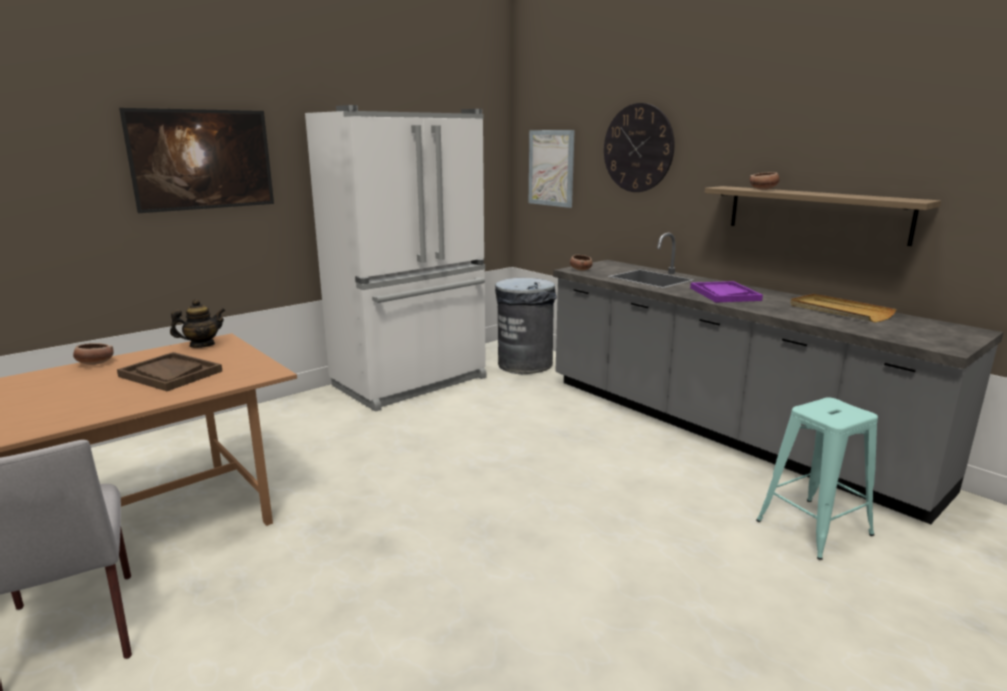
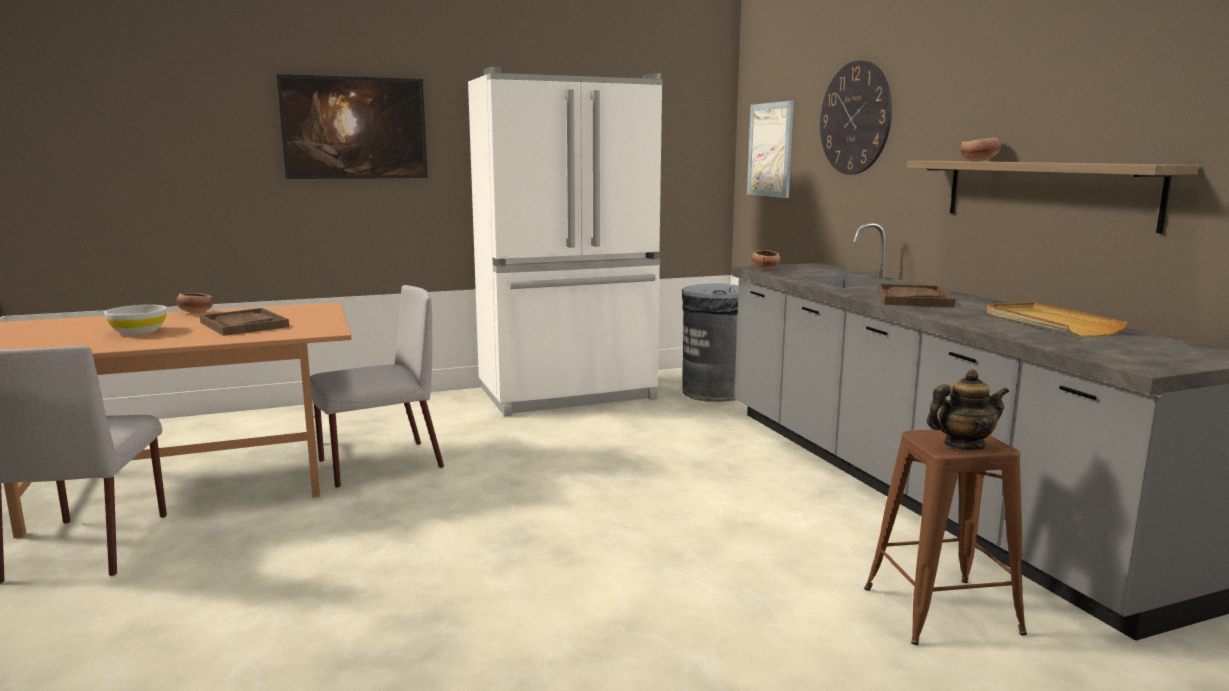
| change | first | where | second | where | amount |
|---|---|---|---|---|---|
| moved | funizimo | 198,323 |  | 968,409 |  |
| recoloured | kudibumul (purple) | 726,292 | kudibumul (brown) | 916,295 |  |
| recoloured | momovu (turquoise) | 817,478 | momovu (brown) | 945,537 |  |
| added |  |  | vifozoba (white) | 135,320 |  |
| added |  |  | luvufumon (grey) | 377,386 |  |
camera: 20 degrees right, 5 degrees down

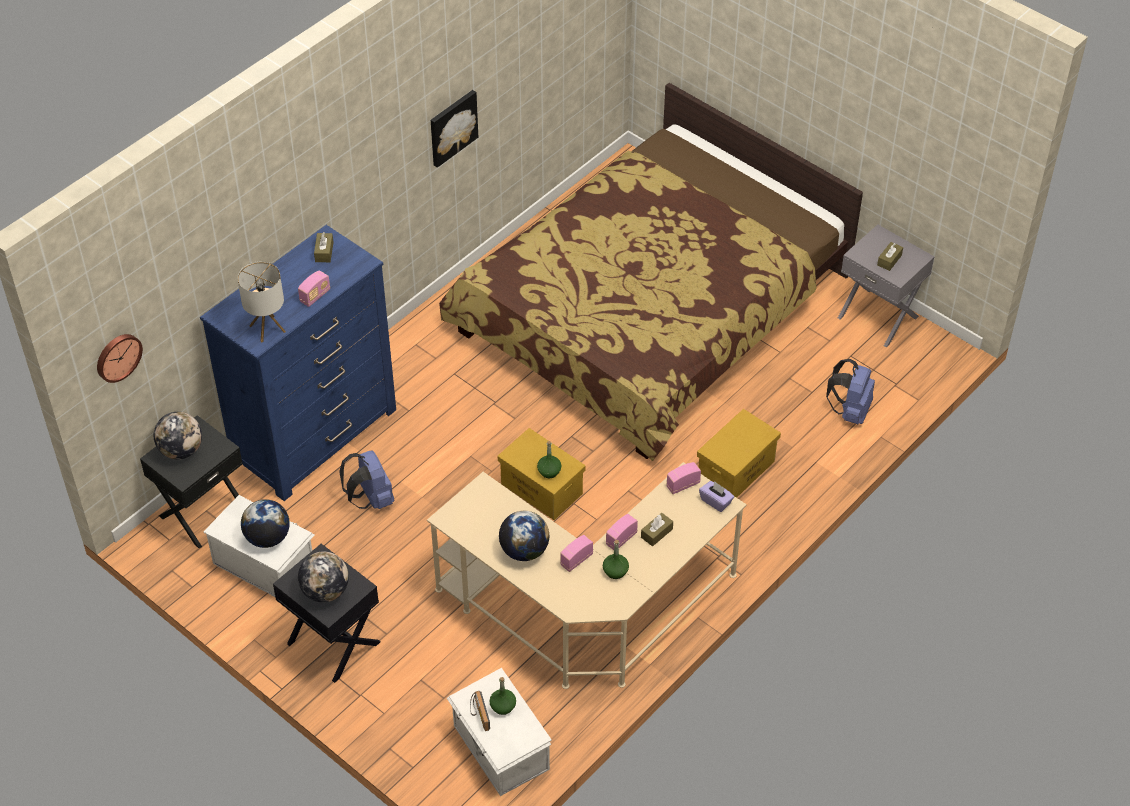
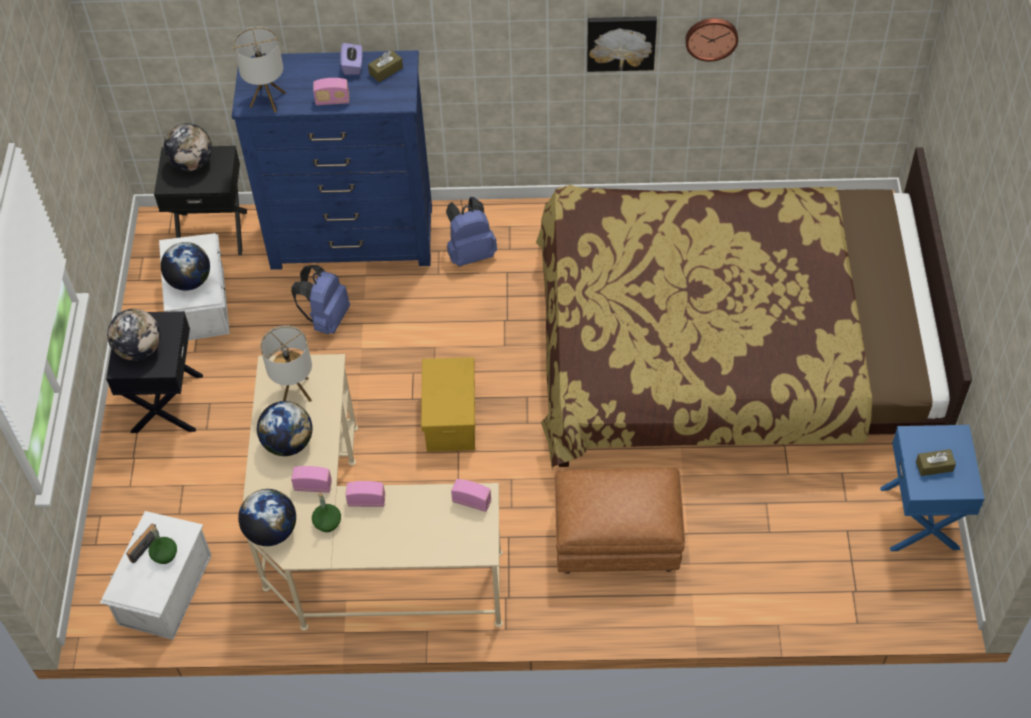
| change | first | where | second | where | amount |
|---|---|---|---|---|---|
| moved | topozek | 120,358 |  | 711,40 |  |
| removed | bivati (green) | 549,459 |  |  |  |
| removed | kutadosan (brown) | 657,529 |  |  |  |
| replaced | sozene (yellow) | 739,453 | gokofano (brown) | 620,520 |  |
| moved | kutadosan (purple) | 716,496 |  | 351,59 |  |
| moved | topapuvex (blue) | 850,391 |  | 471,231 |  |
| recoloured | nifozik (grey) | 886,285 | nifozik (blue) | 932,488 |  |
| added |  |  | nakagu | 267,517 |  |
| added |  |  | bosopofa | 286,363 |  |
camera: 50 degrees right, 5 degrees up

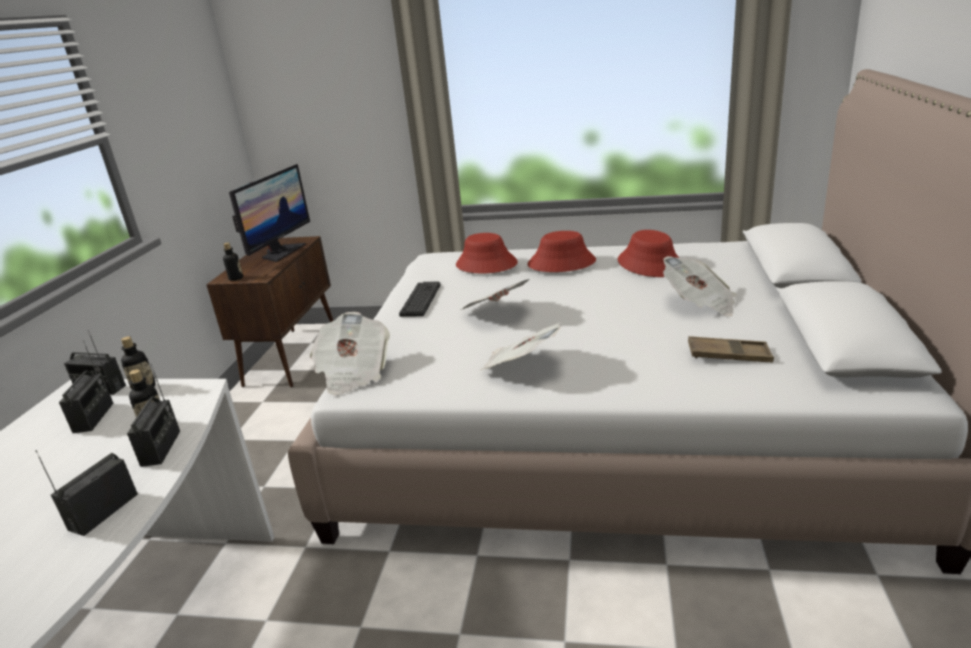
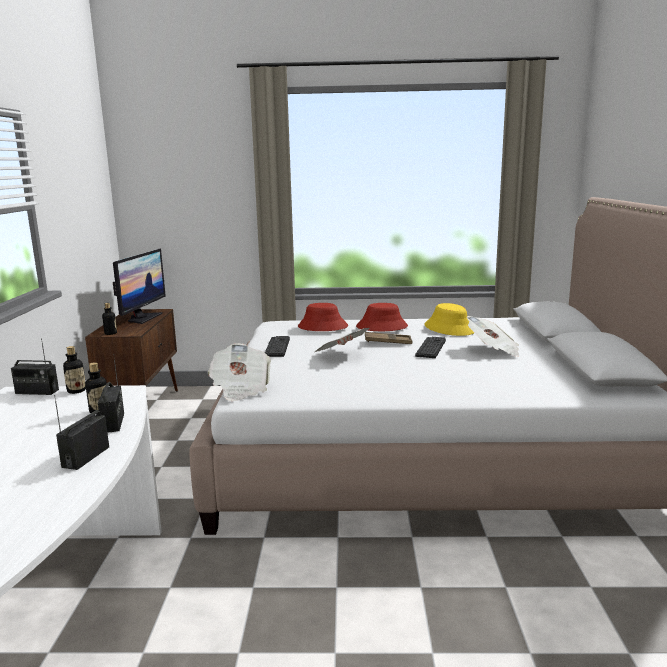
| change | first | where | second | where | amount |
|---|---|---|---|---|---|
| removed | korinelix | 86,386 |  |  |  |
| removed | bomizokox | 520,346 |  |  |  |
| recoloured | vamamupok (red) | 648,253 | vamamupok (yellow) | 449,319 |  |
| moved | kudibumul (brown) | 731,349 |  | 389,338 |  |
| added |  |  | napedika | 430,347 |  |
camera: 10 degrees left, 10 degrees down

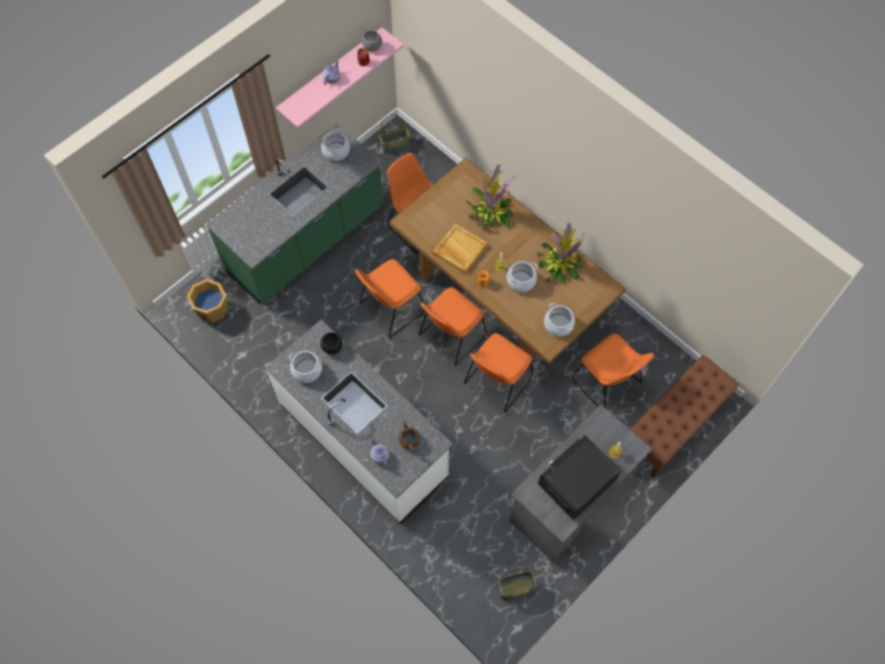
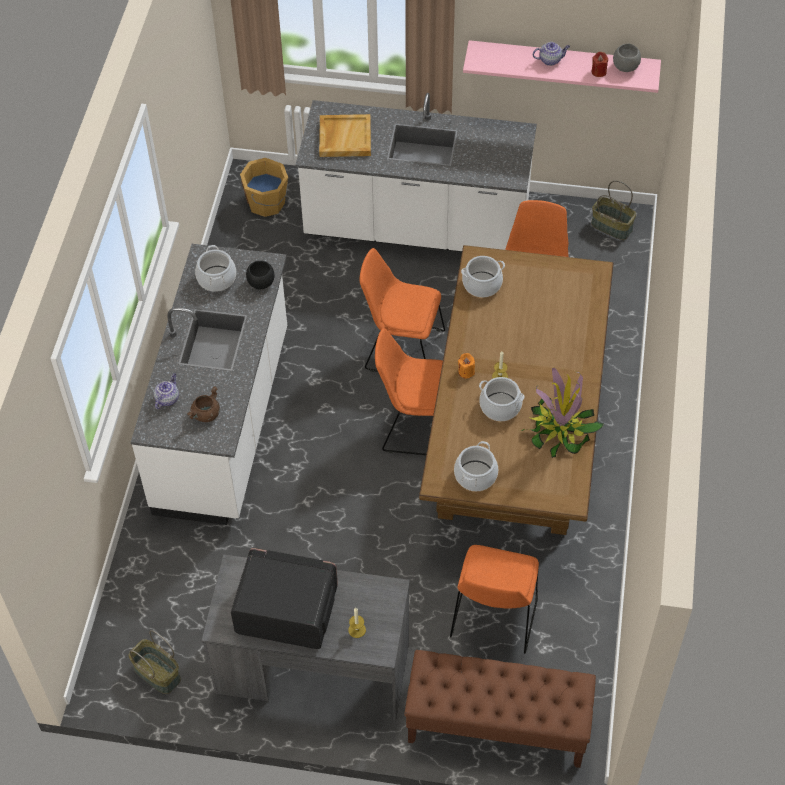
| change | first | where | second | where | amount |
|---|---|---|---|---|---|
| recoloured | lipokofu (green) | 294,213 | lipokofu (white) | 416,172 |  |
| moved | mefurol | 335,144 |  | 483,276 |  |
| moved | kudibumul (beige) | 460,249 |  | 345,135 |  |
| removed | luvufumon (orange) | 498,373 |  |  |  |
| removed | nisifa | 490,196 |  |  |  |
camera: 55 degrees right, 10 degrees down

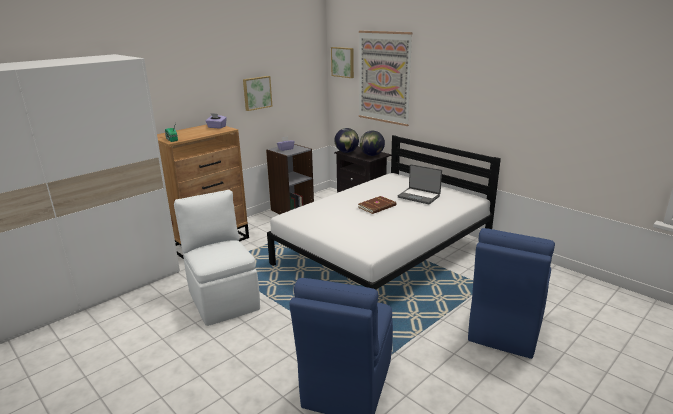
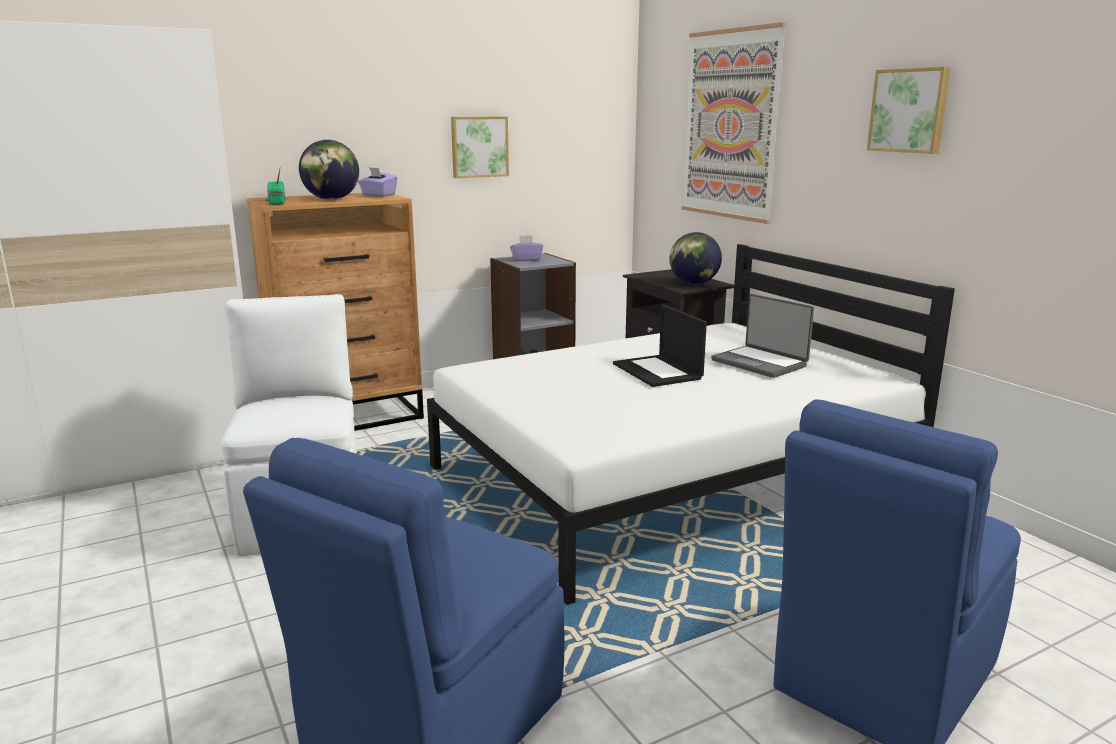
| change | first | where | second | where | amount |
|---|---|---|---|---|---|
| moved | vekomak | 342,62 |  | 909,110 |  |
| moved | nakagu | 346,140 |  | 329,170 |  |
| replaced | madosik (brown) | 377,205 | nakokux | 660,345 |  |
camera: 15 degrees right, 5 degrees down

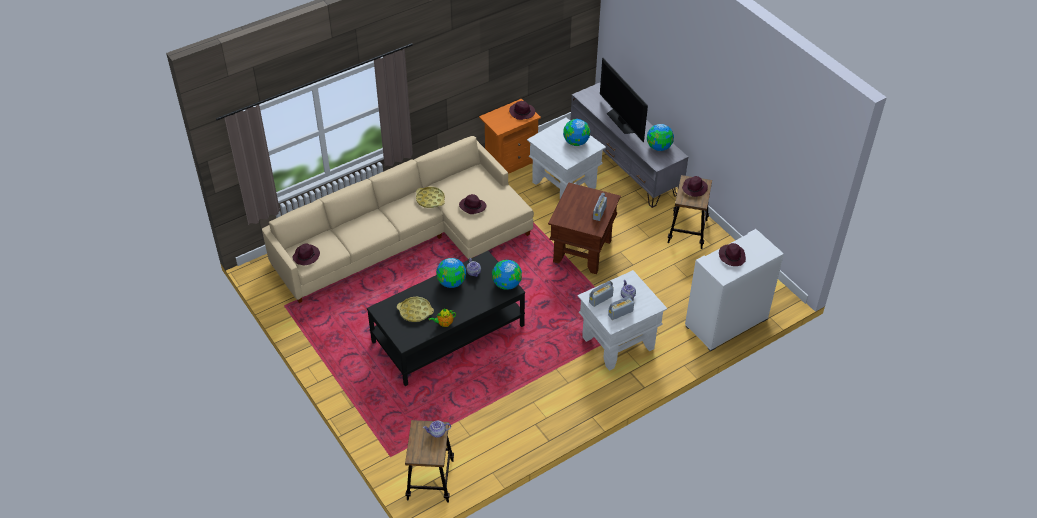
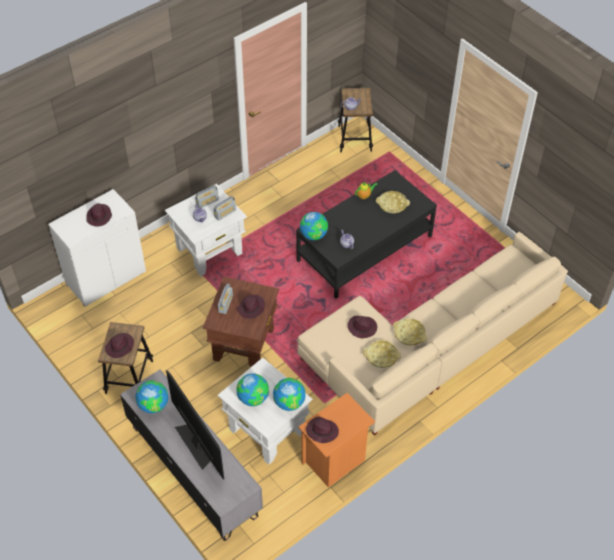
| change | first | where | second | where | amount |
|---|---|---|---|---|---|
| moved | vamamupok (purple) | 306,254 |  | 251,307 |  |
| moved | nakagu | 451,273 |  | 289,394 |  |
| added |  |  | kudibumul (yellow) | 382,354 |  |
camera: 175 degrees right, 5 degrees up

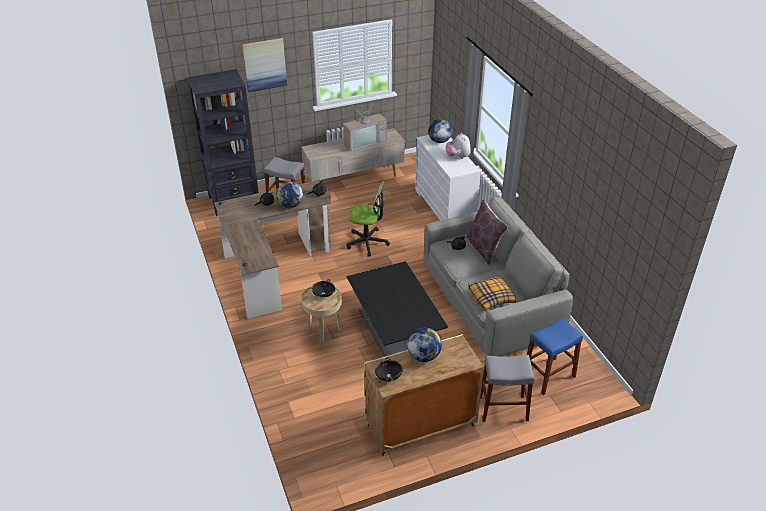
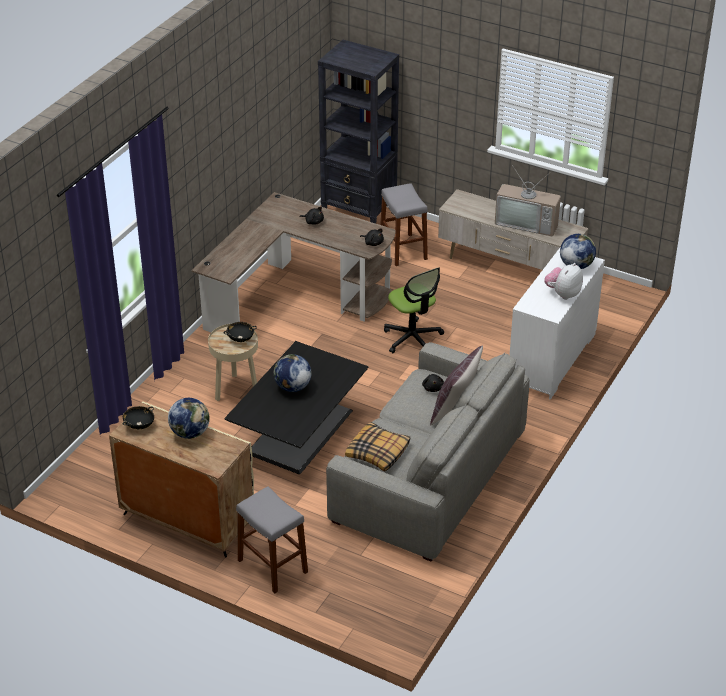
| change | first | where | second | where | amount |
|---|---|---|---|---|---|
| removed | vekomak | 264,65 |  |  |  |
| moved | nakagu | 289,194 |  | 293,373 |  |
| removed | momovu (blue) | 555,356 |  |  |  |
camera: 50 degrees right, 0 degrees up

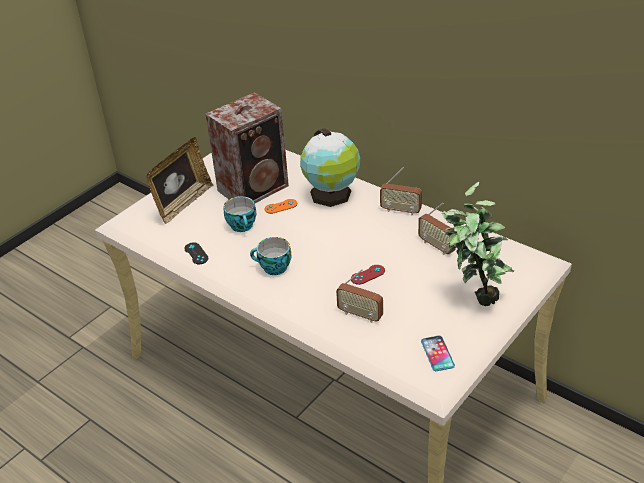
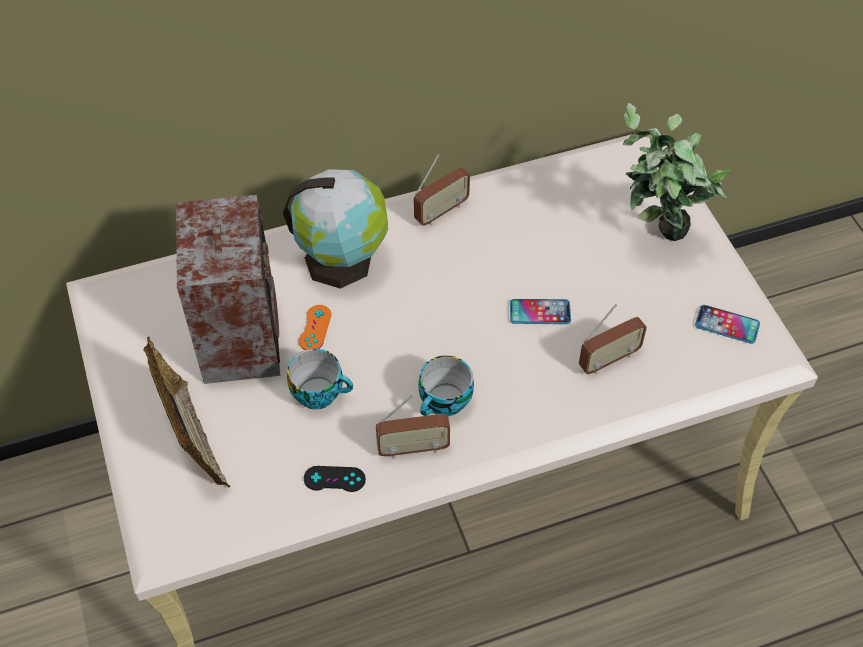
| change | first | where | second | where | amount |
|---|---|---|---|---|---|
| replaced | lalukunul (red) | 368,275 | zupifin | 540,311 |  |
| moved | korinelix | 437,229 |  | 413,426 |  |
camera: 60 degrees left, 15 degrees up

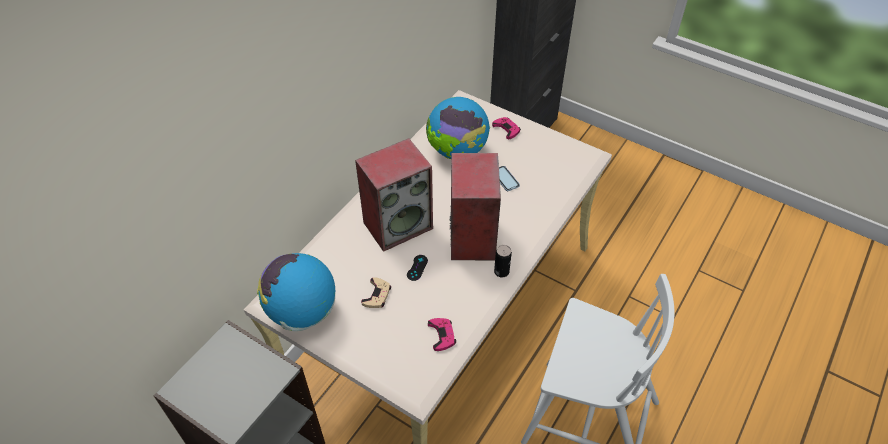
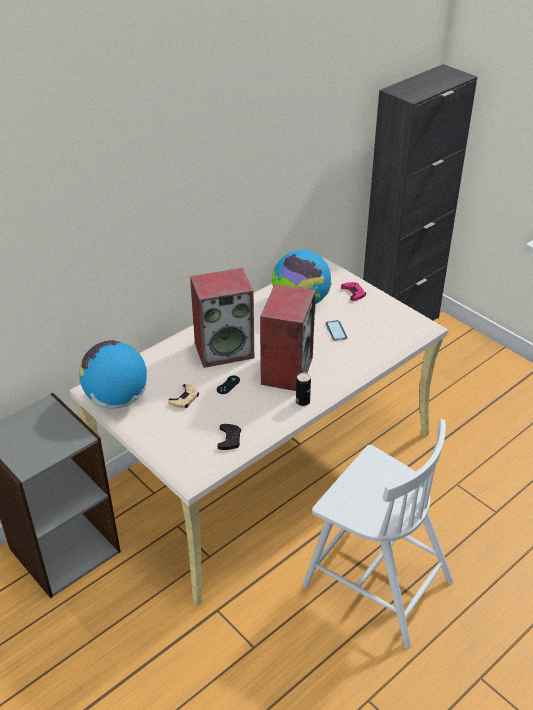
| change | first | where | second | where | amount |
|---|---|---|---|---|---|
| recoloured | lalukunul (pink) | 442,334 | lalukunul (black) | 229,437 |  |
camera: 15 degrees right, 10 degrees down

